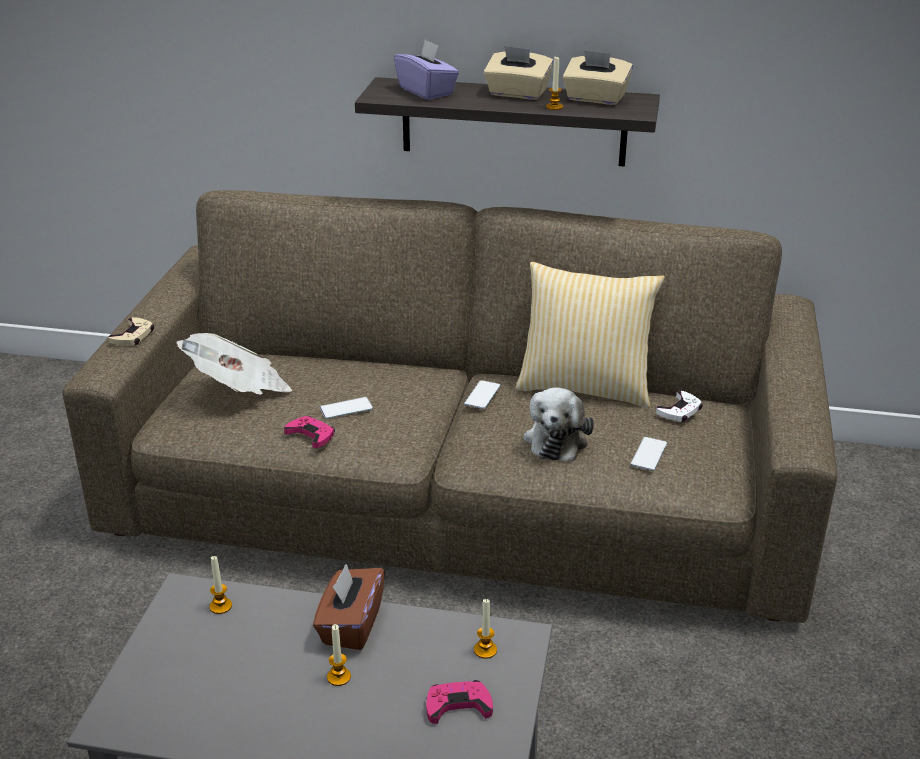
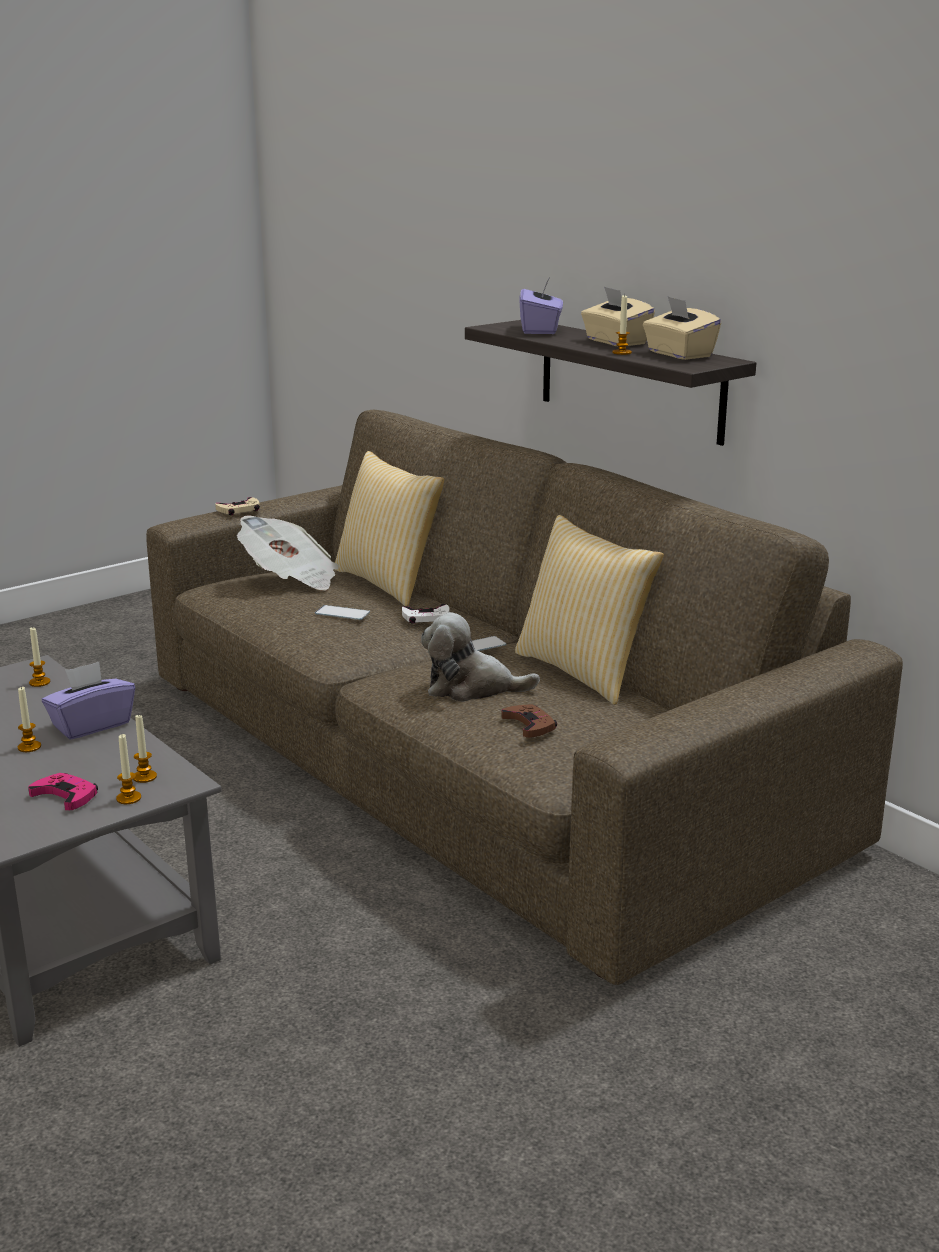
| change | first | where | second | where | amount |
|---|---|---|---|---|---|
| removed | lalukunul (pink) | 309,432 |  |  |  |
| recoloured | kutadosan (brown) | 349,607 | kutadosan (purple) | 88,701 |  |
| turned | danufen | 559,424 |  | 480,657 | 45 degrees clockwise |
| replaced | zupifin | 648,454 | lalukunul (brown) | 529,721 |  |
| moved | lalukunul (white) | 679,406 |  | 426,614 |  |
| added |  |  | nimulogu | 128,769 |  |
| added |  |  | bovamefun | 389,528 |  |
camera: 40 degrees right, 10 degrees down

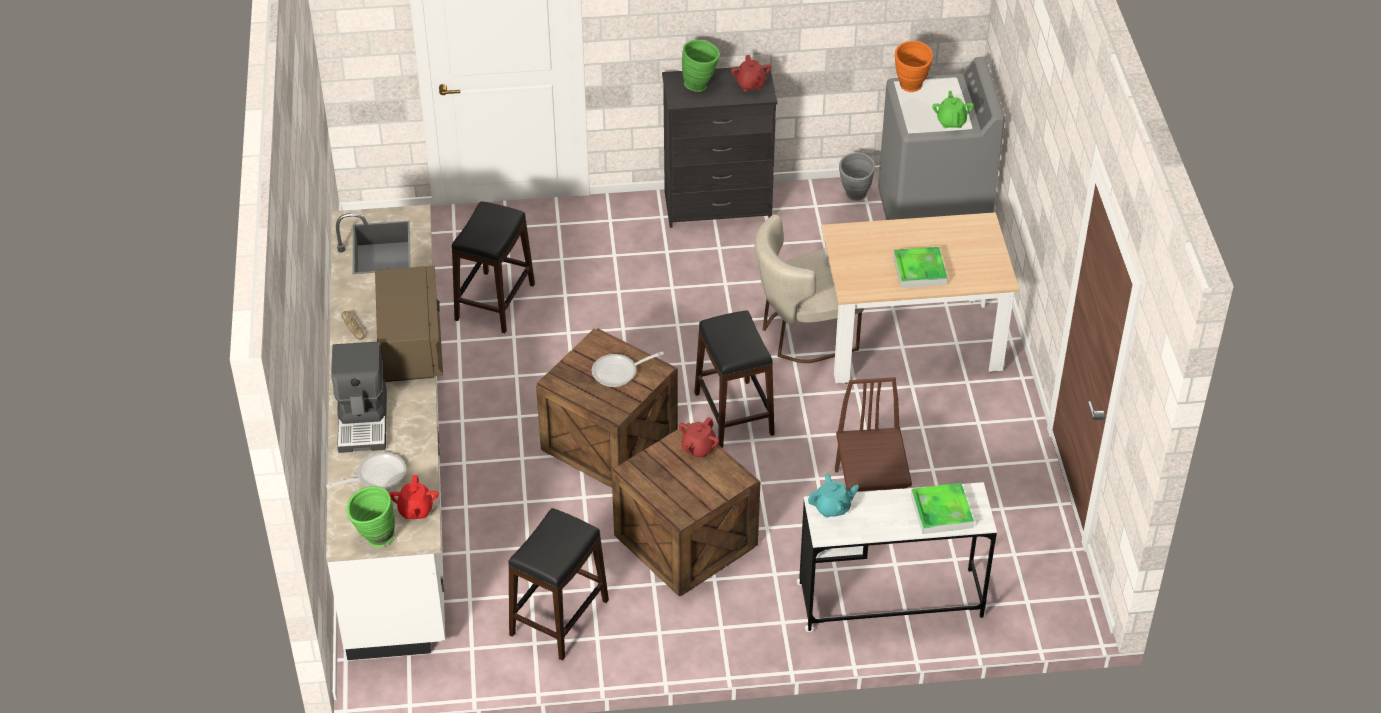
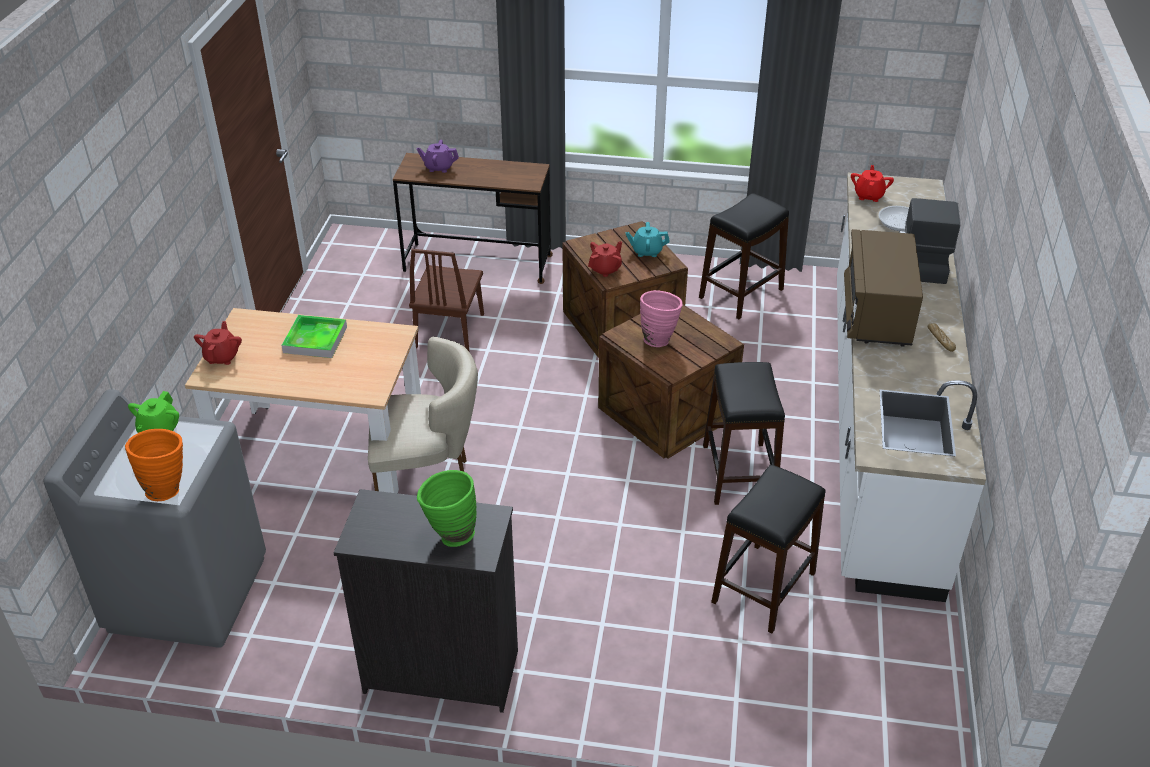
| change | first | where | second | where | amount |
|---|---|---|---|---|---|
| removed | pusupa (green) | 371,516 |  |  |  |
| replaced | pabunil | 628,369 | pusupa (pink) | 661,318 |  |
| moved | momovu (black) | 734,379 |  | 744,433 |  |
| moved | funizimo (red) | 751,73 |  | 218,343 |  |
| recoloured | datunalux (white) | 897,557 | datunalux (brown) | 473,218 |  |
| moved | funizimo (turquoise) | 833,496 |  | 648,239 |  |
| removed | pusupa (grey) | 857,177 |  |  |  |
| replaced | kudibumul | 942,508 | funizimo (purple) | 438,156 |  |
camera: 165 degrees left, 5 degrees down

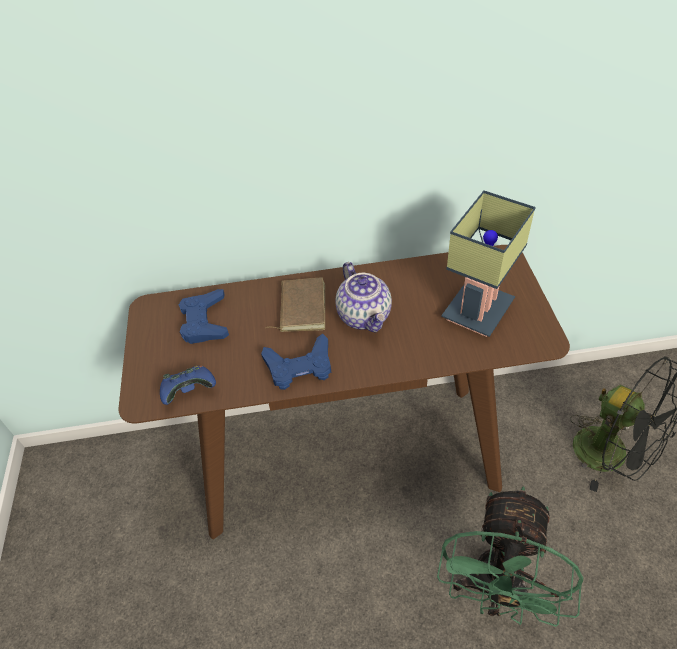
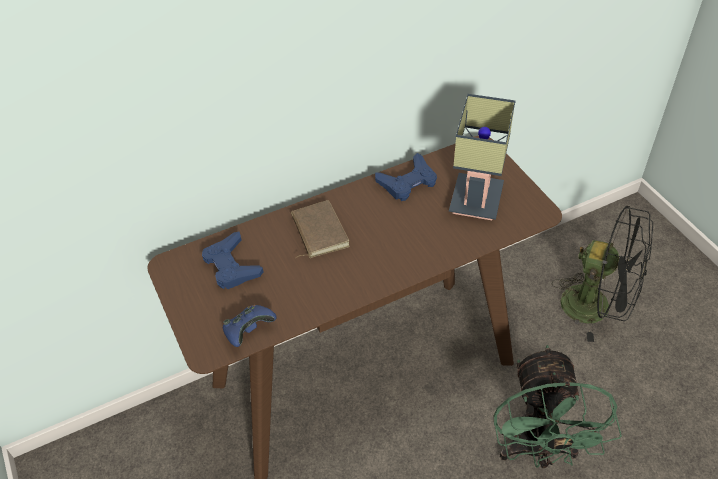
| change | first | where | second | where | amount |
|---|---|---|---|---|---|
| moved | lalukunul (blue) | 296,362 |  | 406,177 |  |
| removed | funizimo | 363,297 |  |  |  |
camera: 20 degrees left, 0 degrees up

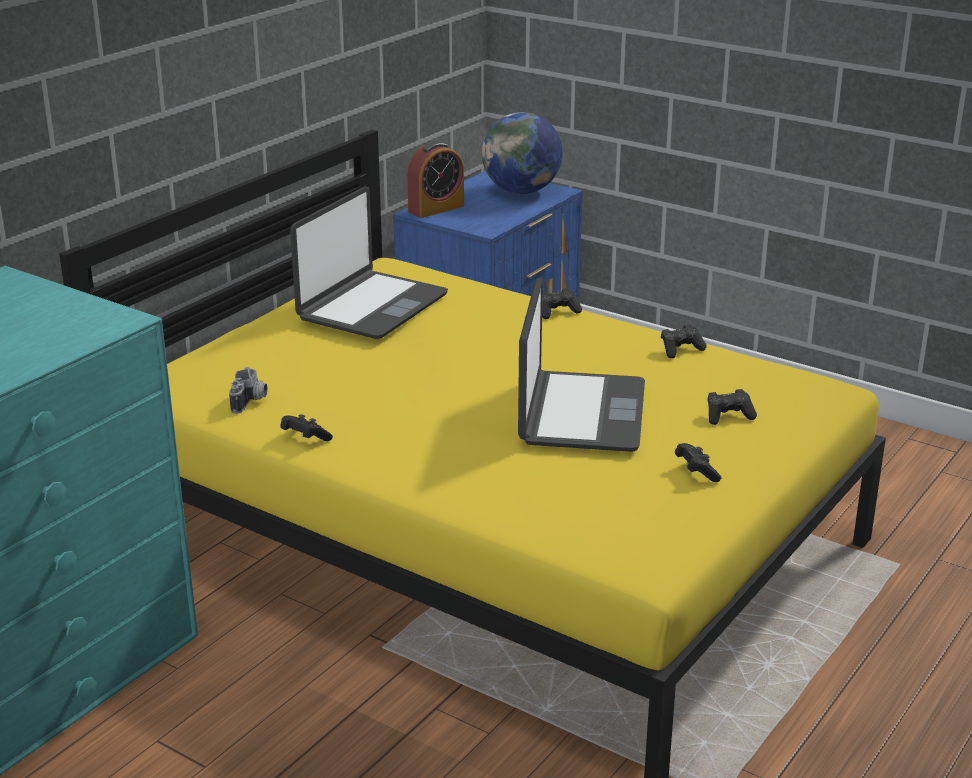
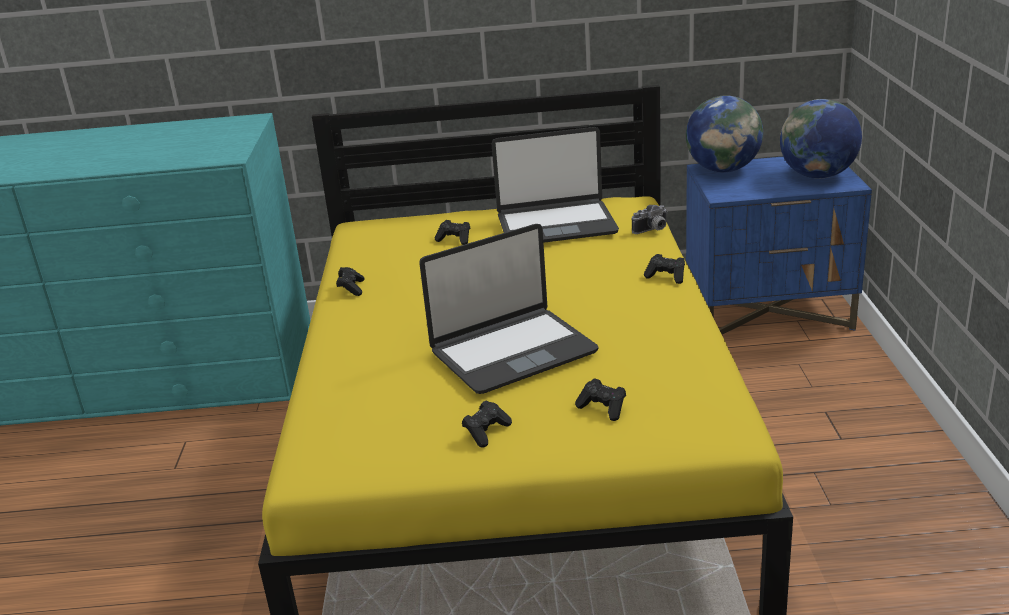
| change | first | where | second | where | amount |
|---|---|---|---|---|---|
| moved | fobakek | 248,390 |  | 650,219 |  |
| replaced | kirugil | 435,180 | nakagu | 724,133 |  |
| moved | lalukunul (black) | 684,341 |  | 453,232 |  |
camera: 55 degrees right, 0 degrees up

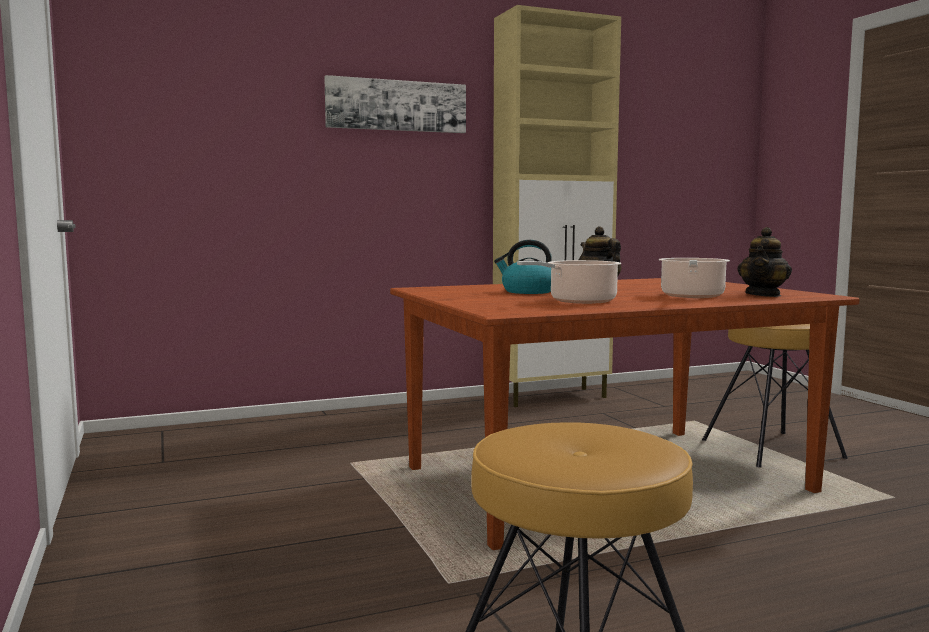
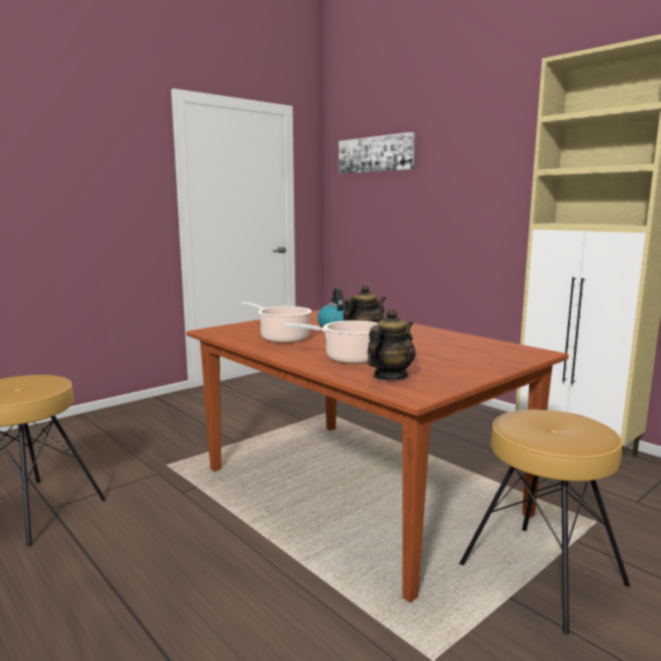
| change | first | where | second | where | amount |
|---|---|---|---|---|---|
| moved | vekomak | 395,104 |  | 377,153 |  |
| turned | funizimo | 764,262 |  | 391,344 | 120 degrees clockwise |
camera: 70 degrees right, 5 degrees up

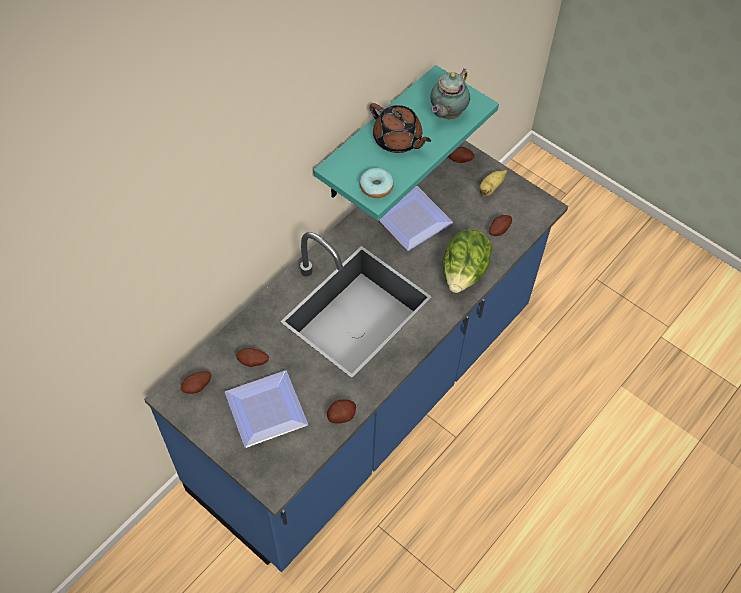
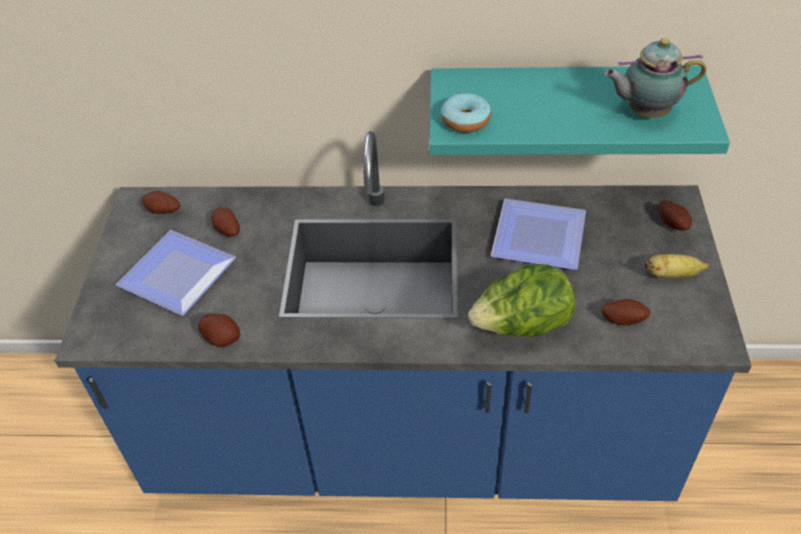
| change | first | where | second | where | amount |
|---|---|---|---|---|---|
| removed | funizimo (brown) | 400,128 |  |  |  |
camera: 55 degrees right, 10 degrees down

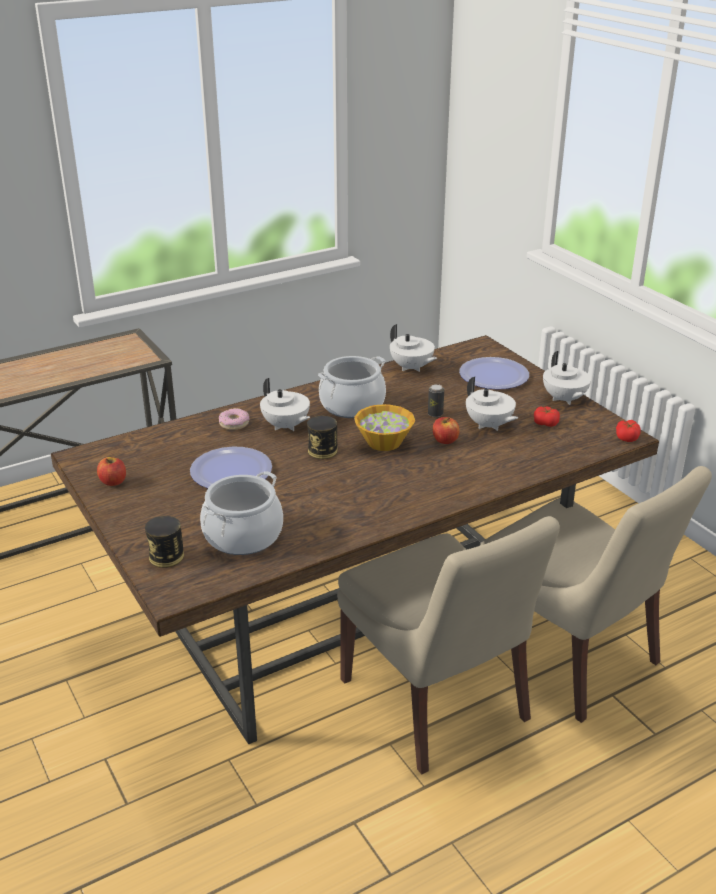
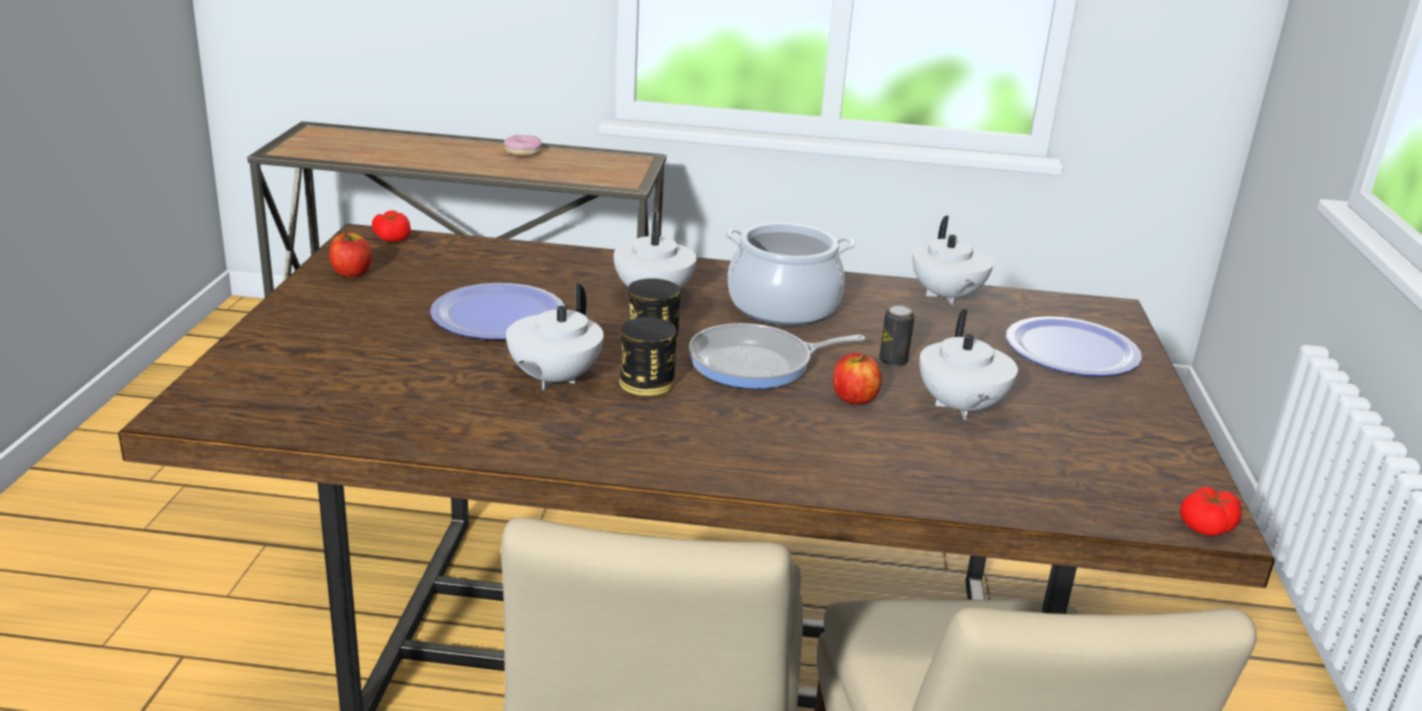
| change | first | where | second | where | amount |
|---|---|---|---|---|---|
| moved | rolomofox | 164,542 |  | 648,357 |  |
| removed | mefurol | 241,513 |  |  |  |
| moved | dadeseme | 234,419 |  | 523,145 |  |
| replaced | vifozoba | 384,427 | pabunil | 777,356 |  |
| moved | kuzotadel | 547,416 |  | 391,226 |  |
| moved | funizimo (white) | 567,378 |  | 555,336 |  |
camera: 35 degrees right, 5 degrees down

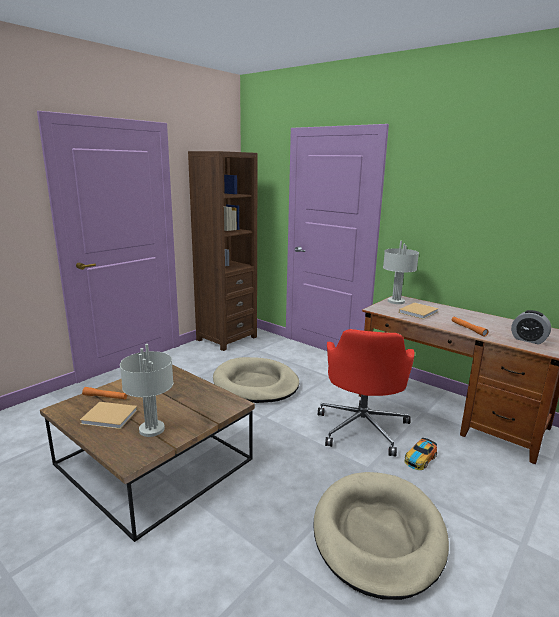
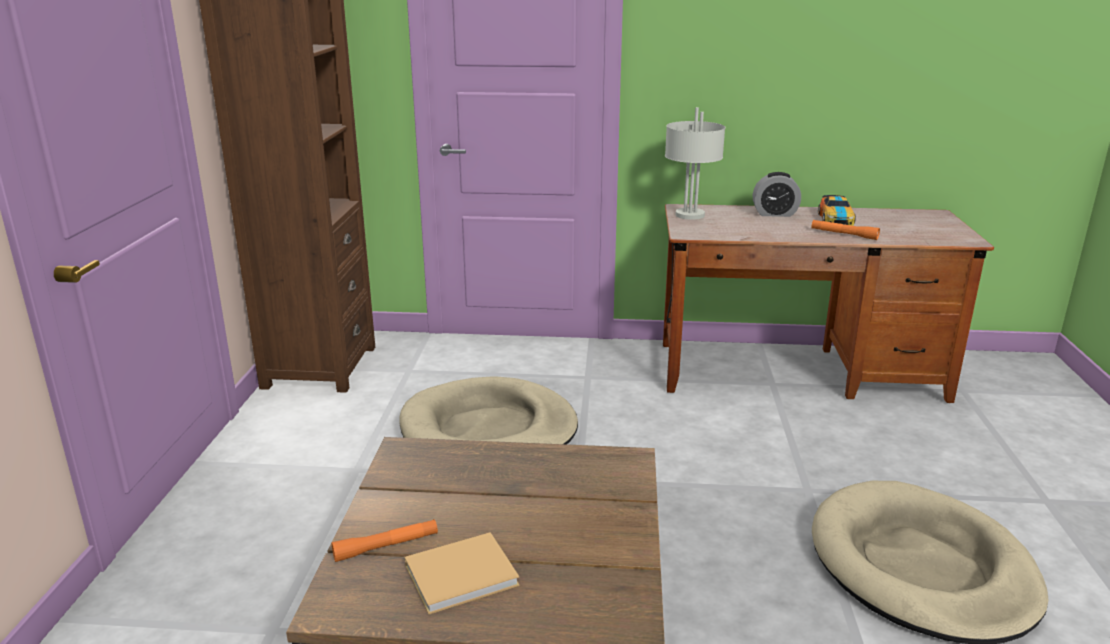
| change | first | where | second | where | amount |
|---|---|---|---|---|---|
| removed | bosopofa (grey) | 147,390 |  |  |  |
| removed | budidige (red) | 366,393 |  |  |  |
| removed | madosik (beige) | 419,310 |  |  |  |
| moved | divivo | 420,454 |  | 837,210 |  |
| moved | kirugil | 531,327 |  | 777,194 |  |
camera: 35 degrees left, 5 degrees up

